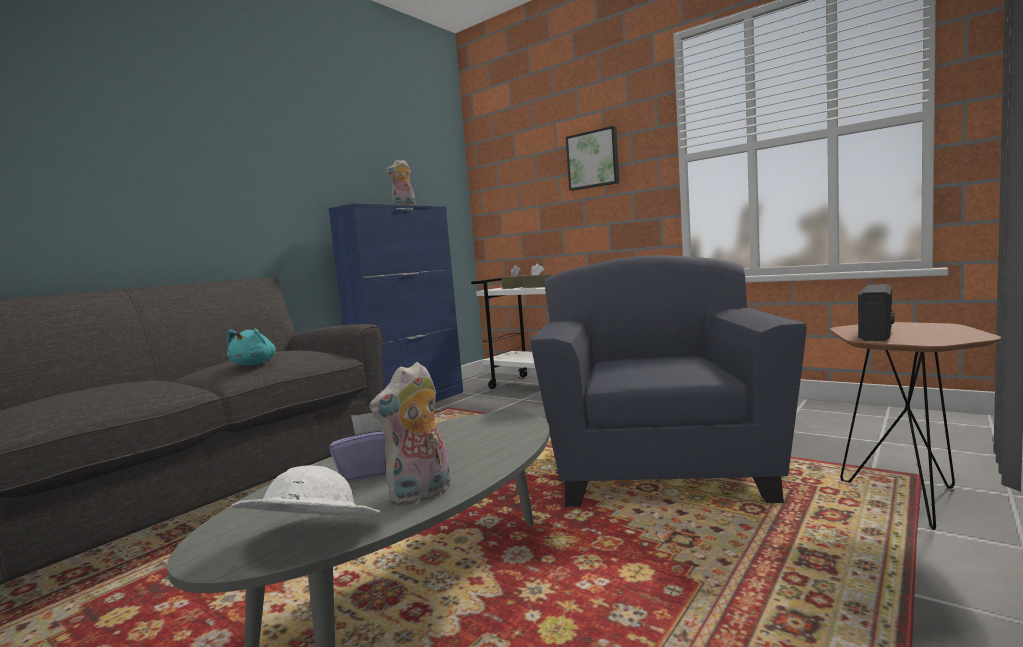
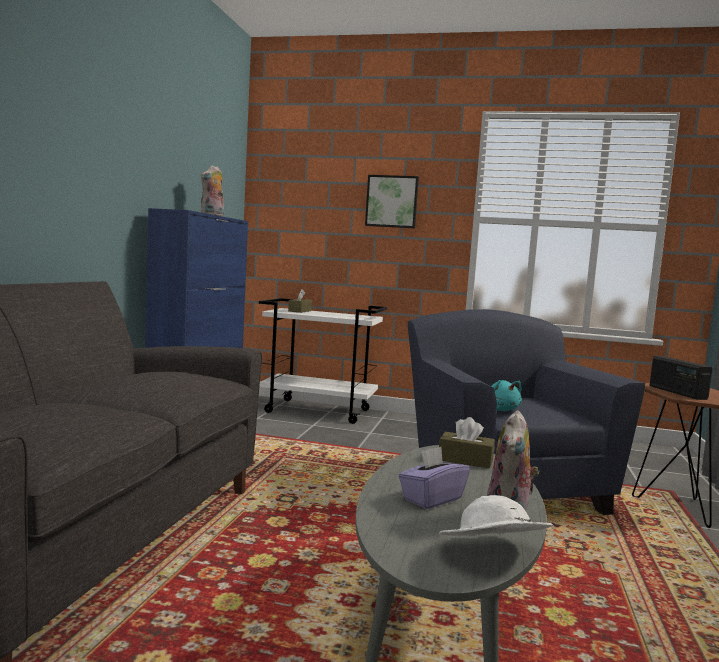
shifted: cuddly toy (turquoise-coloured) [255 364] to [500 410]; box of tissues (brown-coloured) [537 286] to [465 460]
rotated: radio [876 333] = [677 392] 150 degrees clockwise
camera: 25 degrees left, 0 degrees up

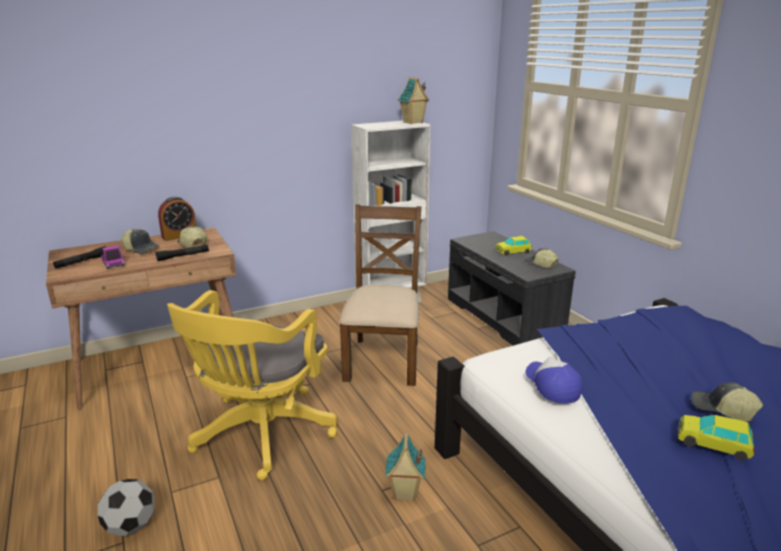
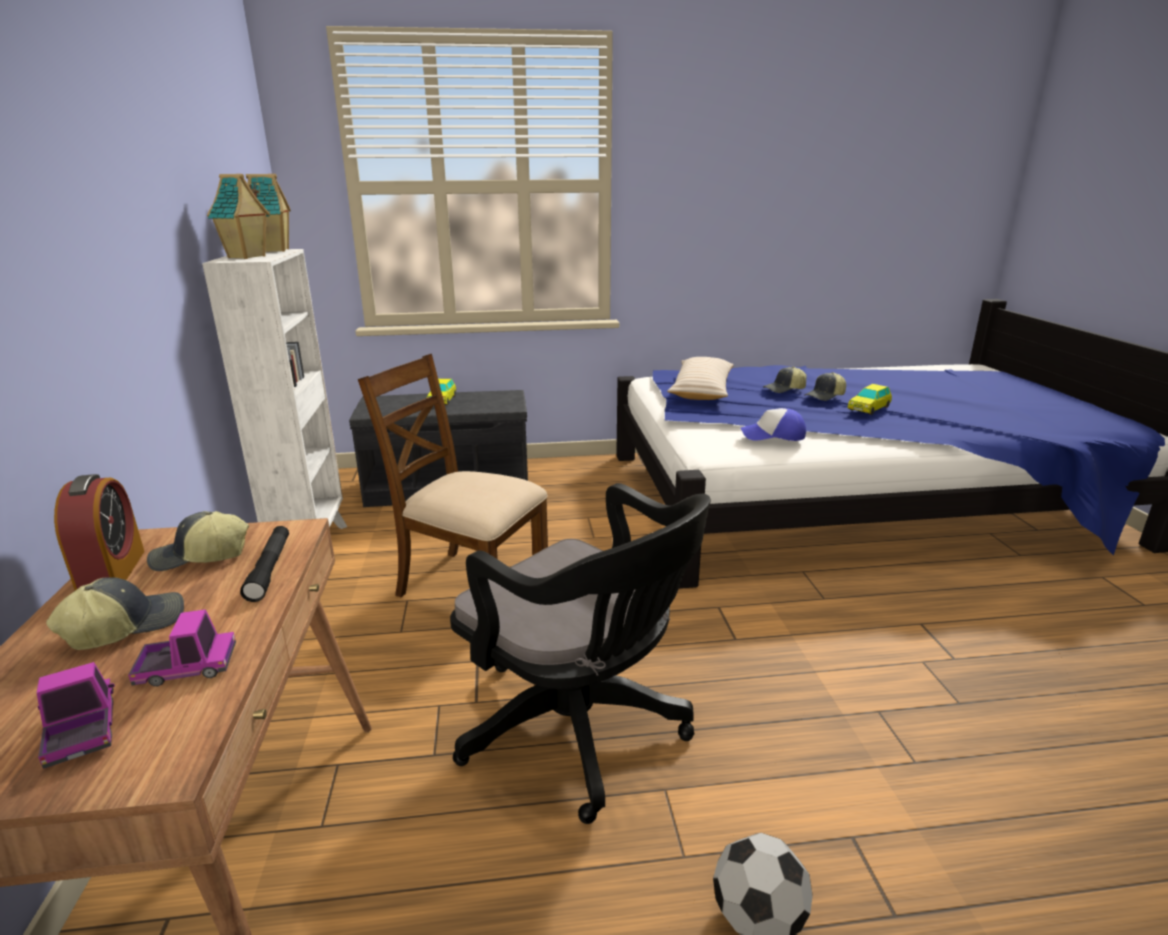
new: cushion (beige-coloured) [701 390]
shifted: model house [404 493] to [247 257]; peaked cap [540 264] to [784 390]
swapped: flashlight (blackish) [82 262] to model truck [83 732]
repainted: desk chair (yellow-coloured) [260 435] to desk chair (blackish) [581 731]
camera: 70 degrees left, 0 degrees up

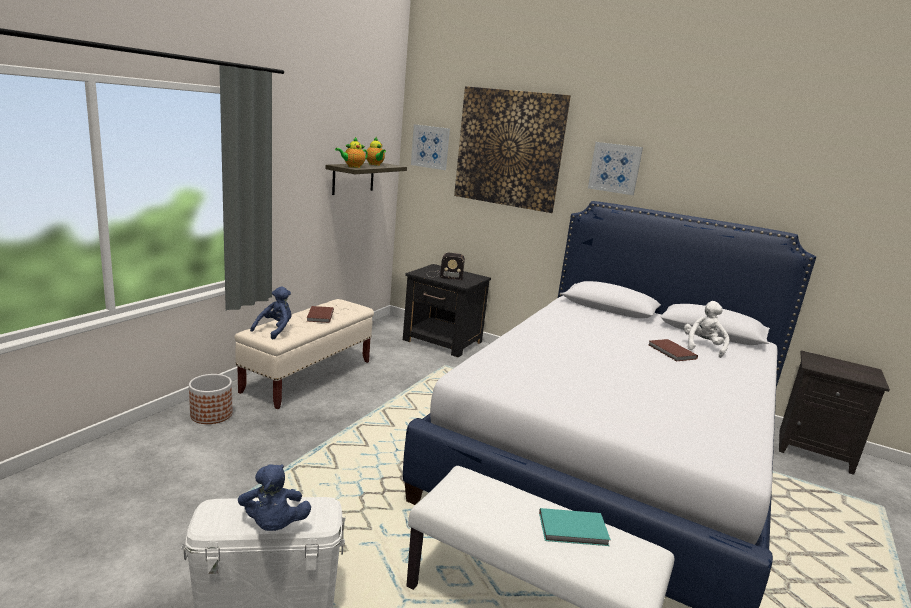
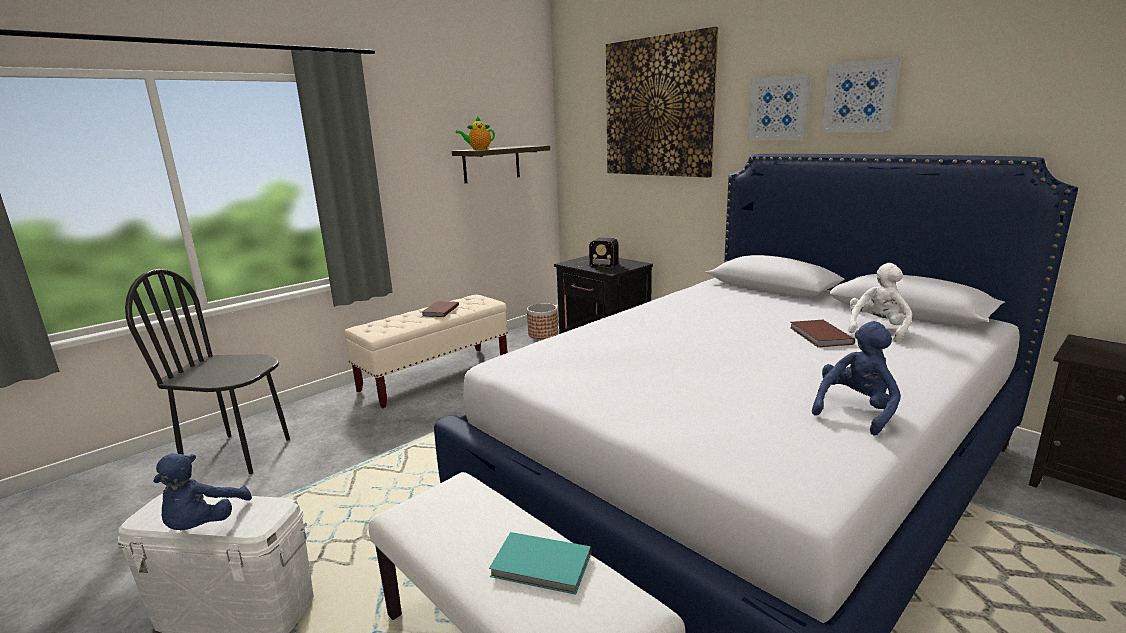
gone: pot for tea [375 164]
new: plain chair (blackish) [238 454]
shifted: flower pot [211 414] to [543 334]; cuddly toy (bluish) [275 330] to [856 411]; wall art [430 147] to [859 97]
camera: 20 degrees right, 0 degrees up

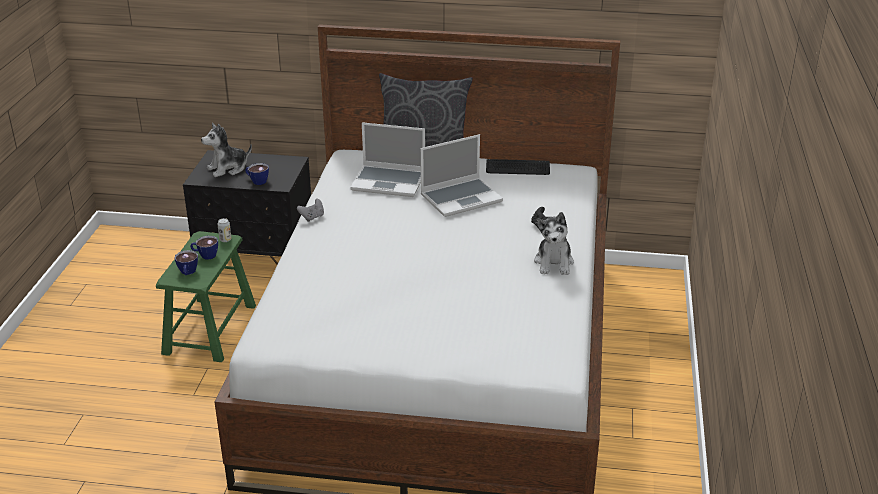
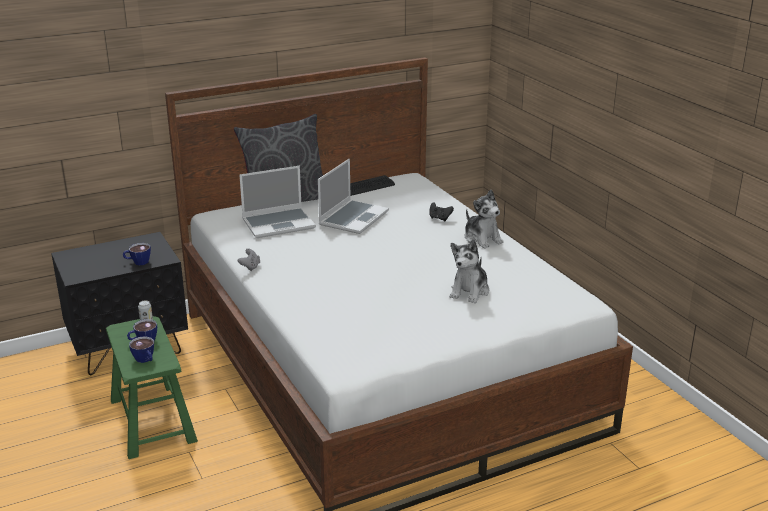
shifted: cuddly toy [228 168] to [469 291]
camera: 35 degrees left, 5 degrees down

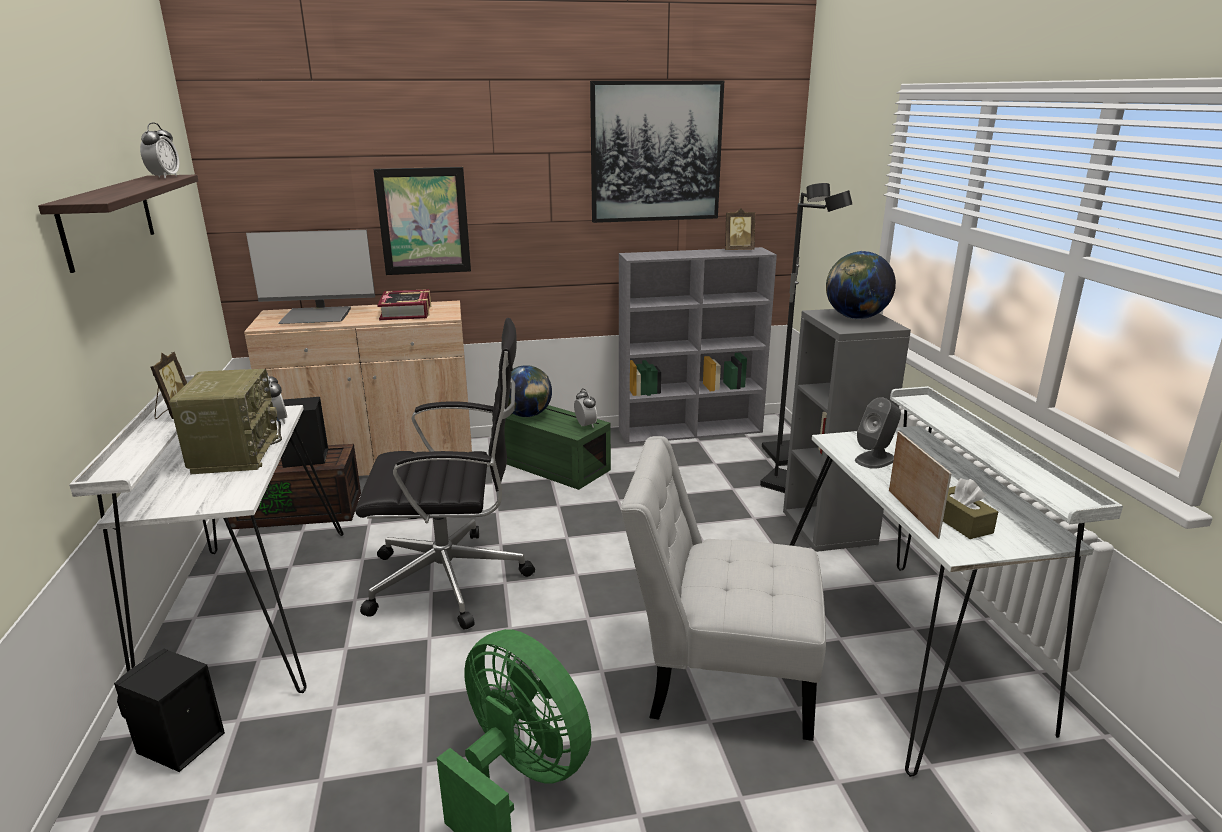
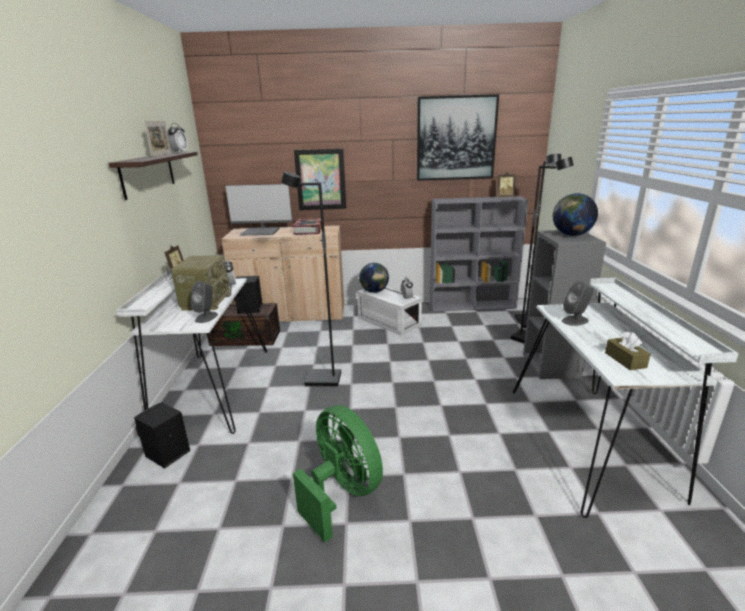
gone: plain chair (whitish) [720 674]
new: audio speaker (gray) [206 317]
shifted: photo frame [912 513] to [161 155]
swapped: desk chair (blackish) [453 579] to standing lamp (blackish) [322 380]
repainted: storage box (green-coloured) [552 466] to storage box (whitish) [387 321]
camera: 10 degrees right, 0 degrees up

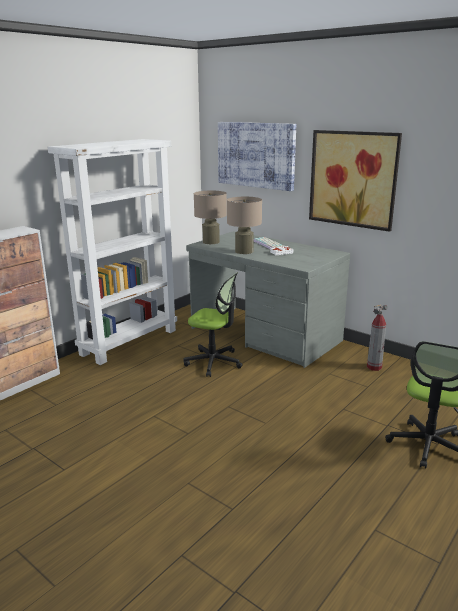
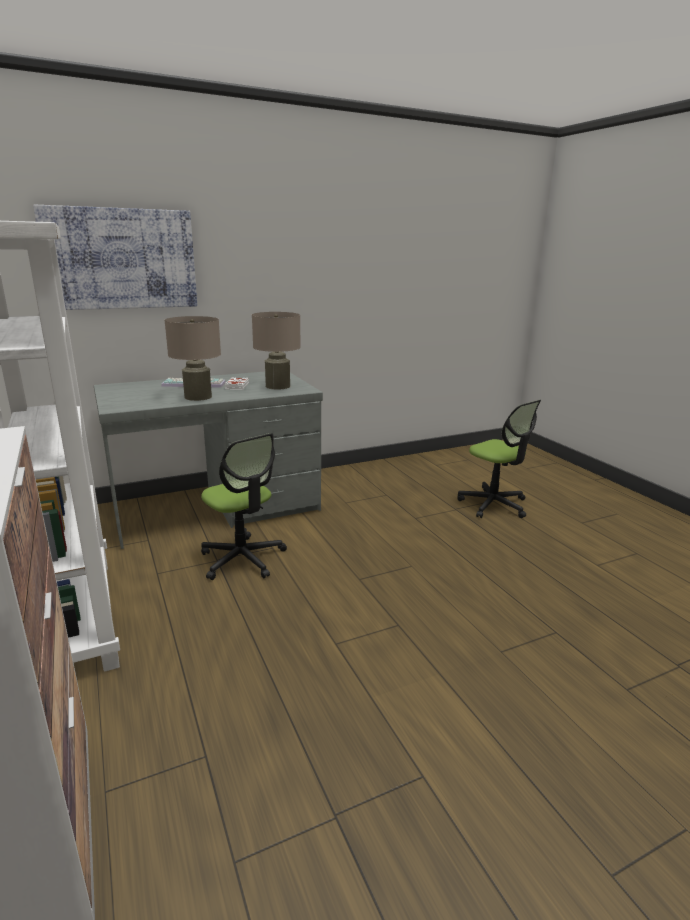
gone: wall art [353 179]; fire-fighting cylinder [374 367]
shifted: tabletop lamp (beige-coloured) [211 242] to [277 386]
rotated: desk chair [214 362] = [242 559] 90 degrees clockwise
camera: 65 degrees left, 0 degrees up

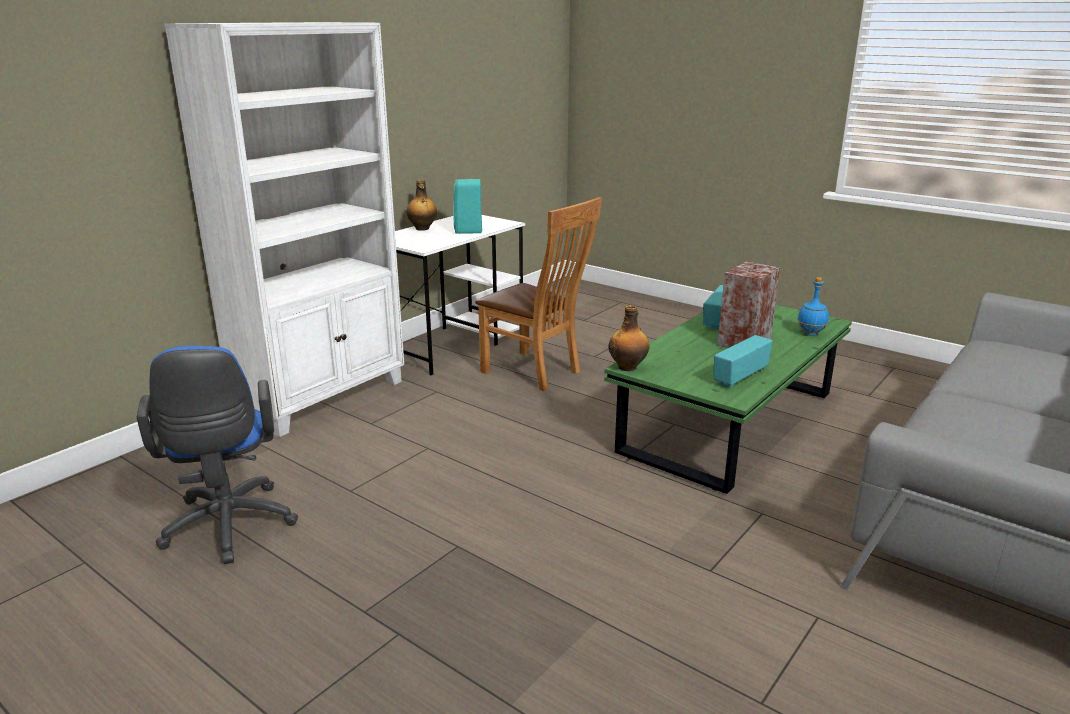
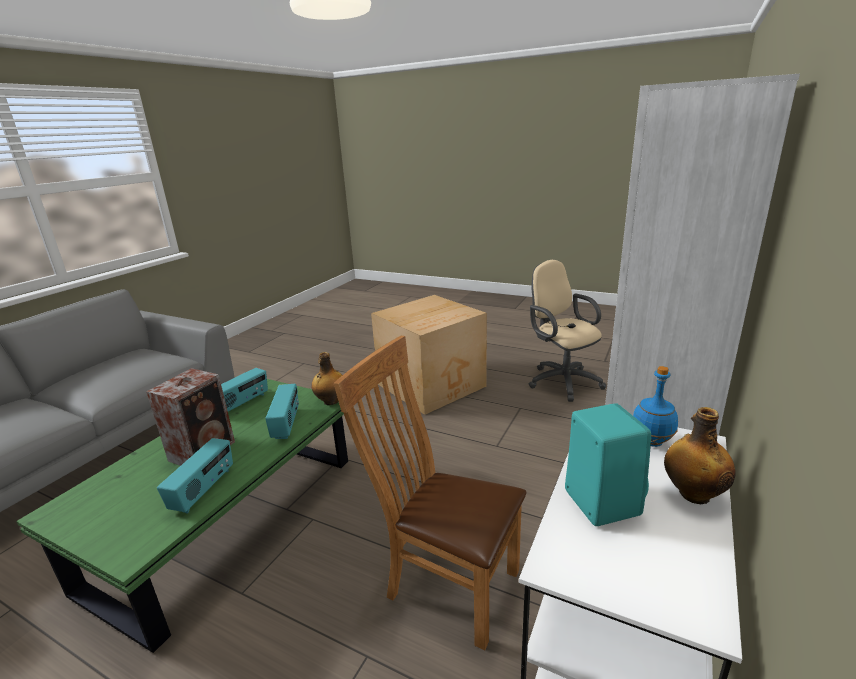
new: radio [287 424]; cardboard box [433 385]
shifted: drink bottle (bluish) [811 333] to [650 441]
repainted: desk chair (bluish) [229 528] to desk chair (beige-coloured) [561 381]
camera: 170 degrees right, 0 degrees up

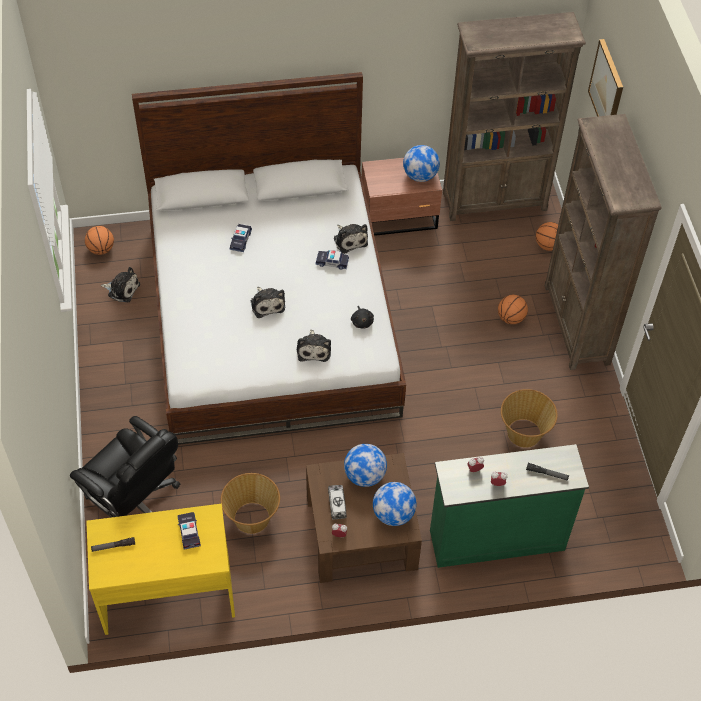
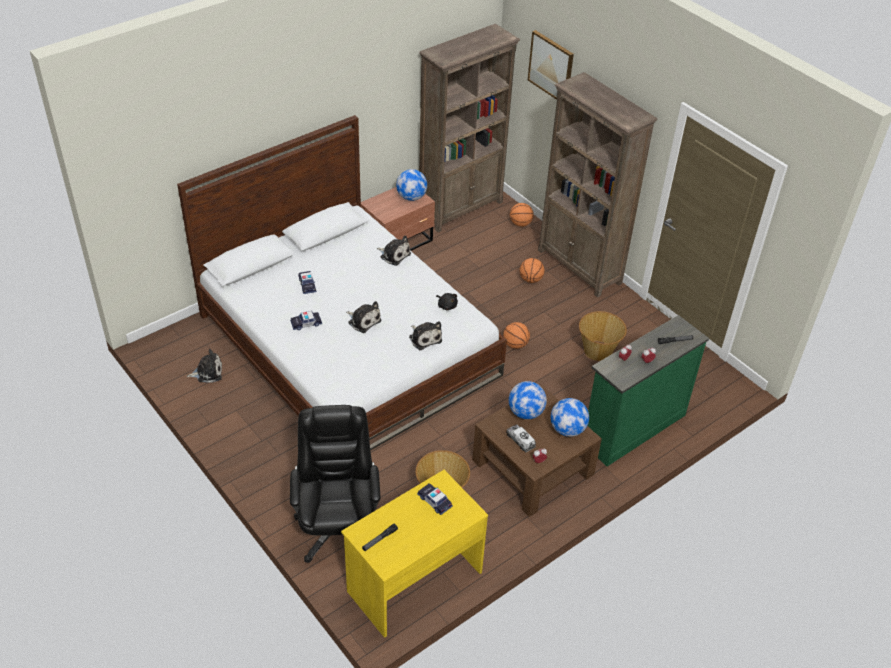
shifted: basketball ball [101 249] to [515 344]; toy car [332 262] to [306 323]
rotated: desk chair (blackish) [135 506] = [338 528] 105 degrees counterclockwise
camera: 30 degrees left, 10 degrees down

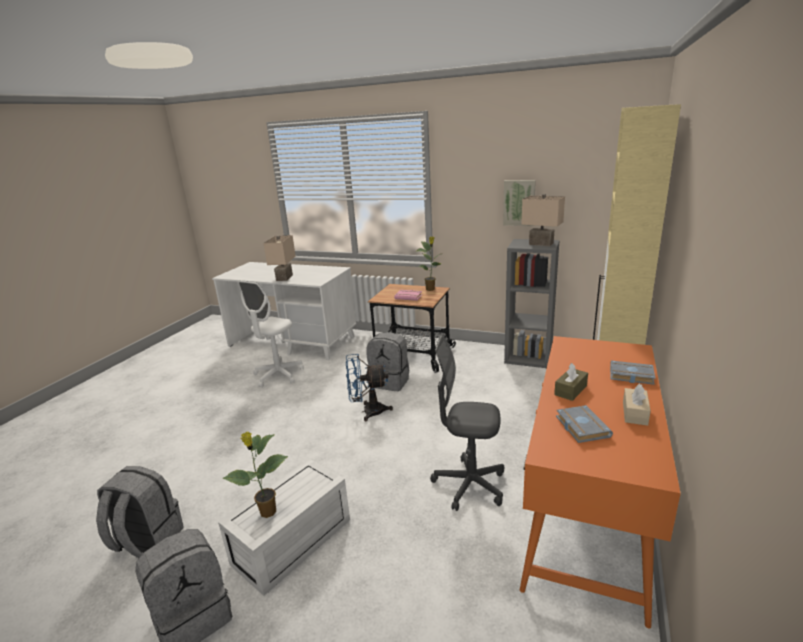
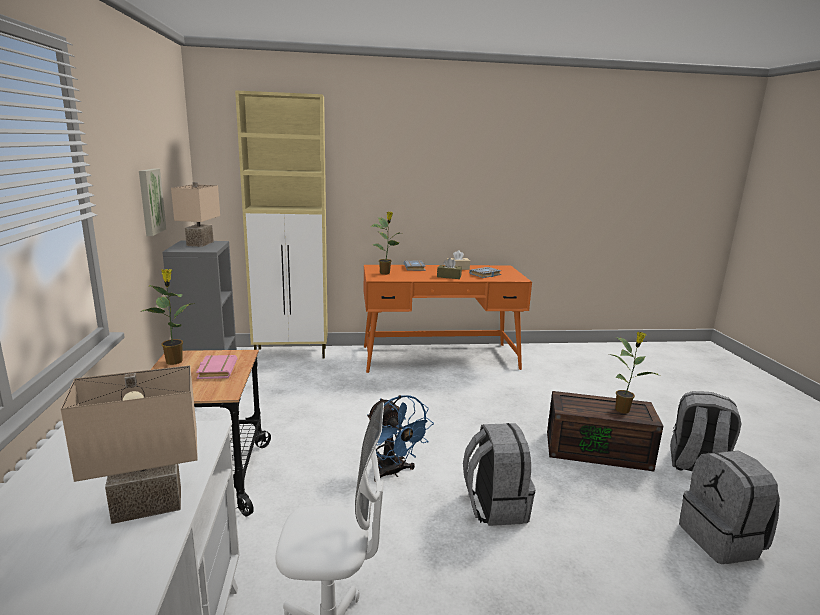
gone: desk chair (gray) [469 485]
new: plant in a pot [385 273]
shifted: knapsack (gray) [390 381] to [494 506]
repainted: storage box (whitish) [292 543] to storage box (brown-coloured) [598 450]
camera: 120 degrees left, 5 degrees down

